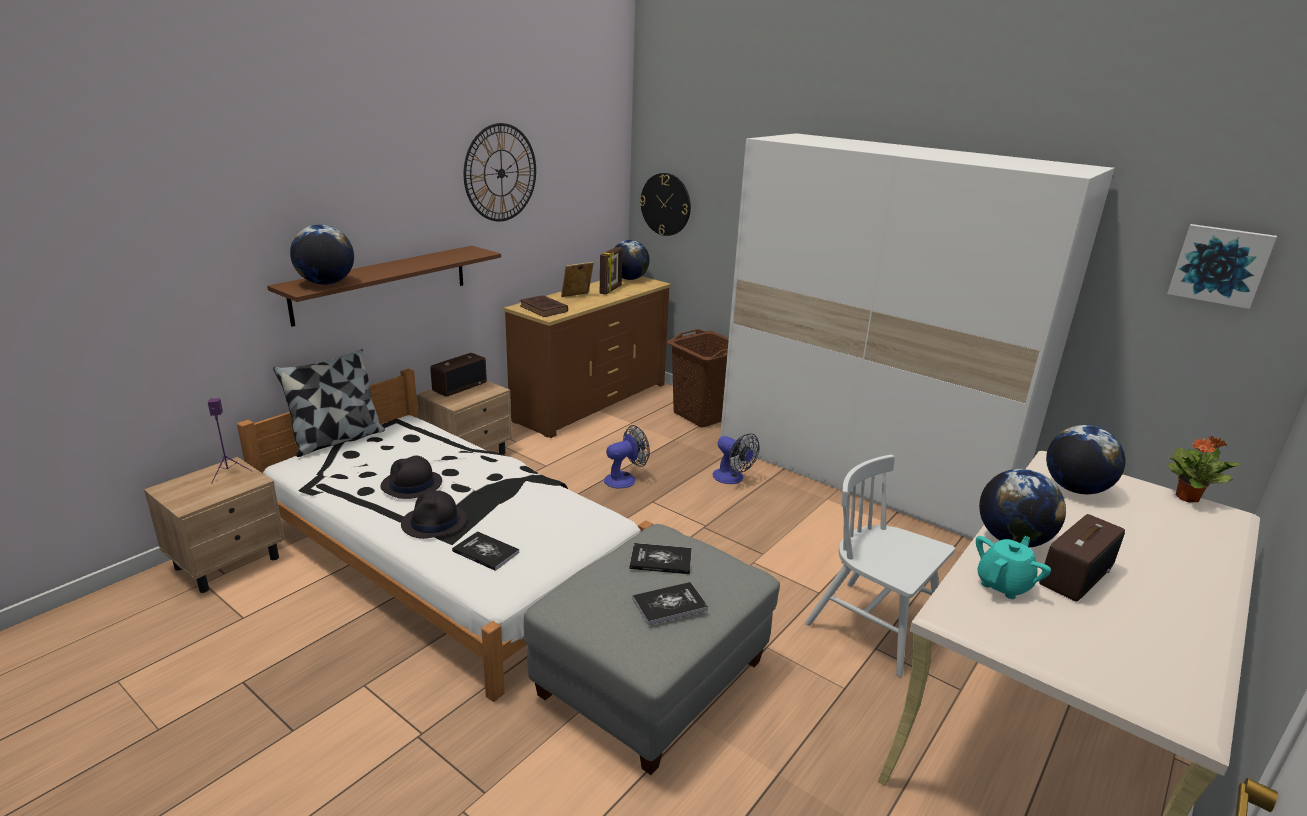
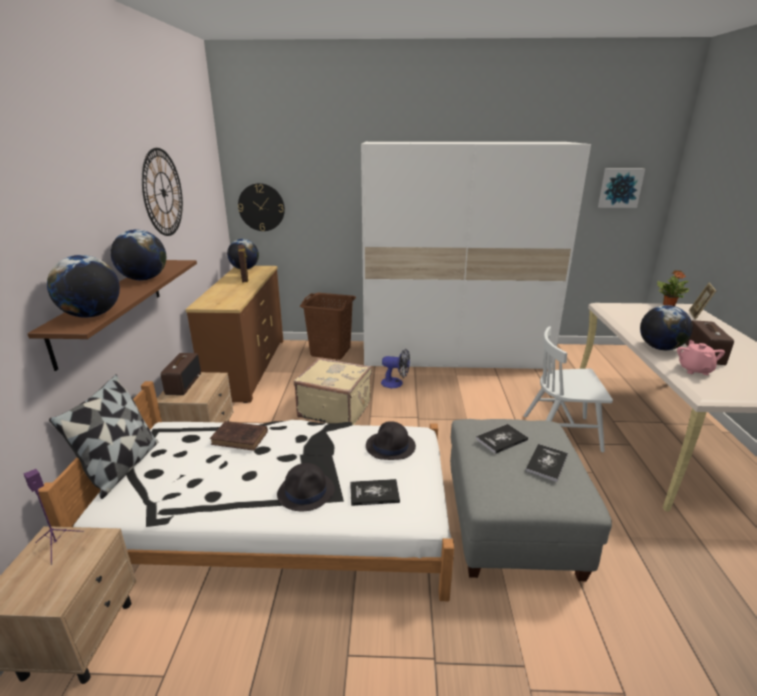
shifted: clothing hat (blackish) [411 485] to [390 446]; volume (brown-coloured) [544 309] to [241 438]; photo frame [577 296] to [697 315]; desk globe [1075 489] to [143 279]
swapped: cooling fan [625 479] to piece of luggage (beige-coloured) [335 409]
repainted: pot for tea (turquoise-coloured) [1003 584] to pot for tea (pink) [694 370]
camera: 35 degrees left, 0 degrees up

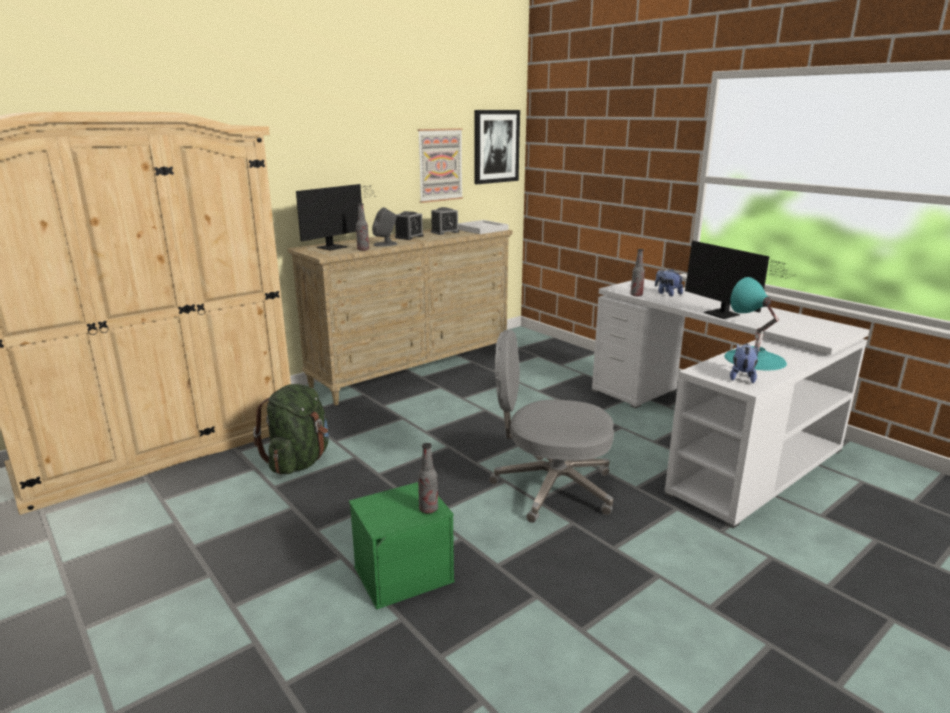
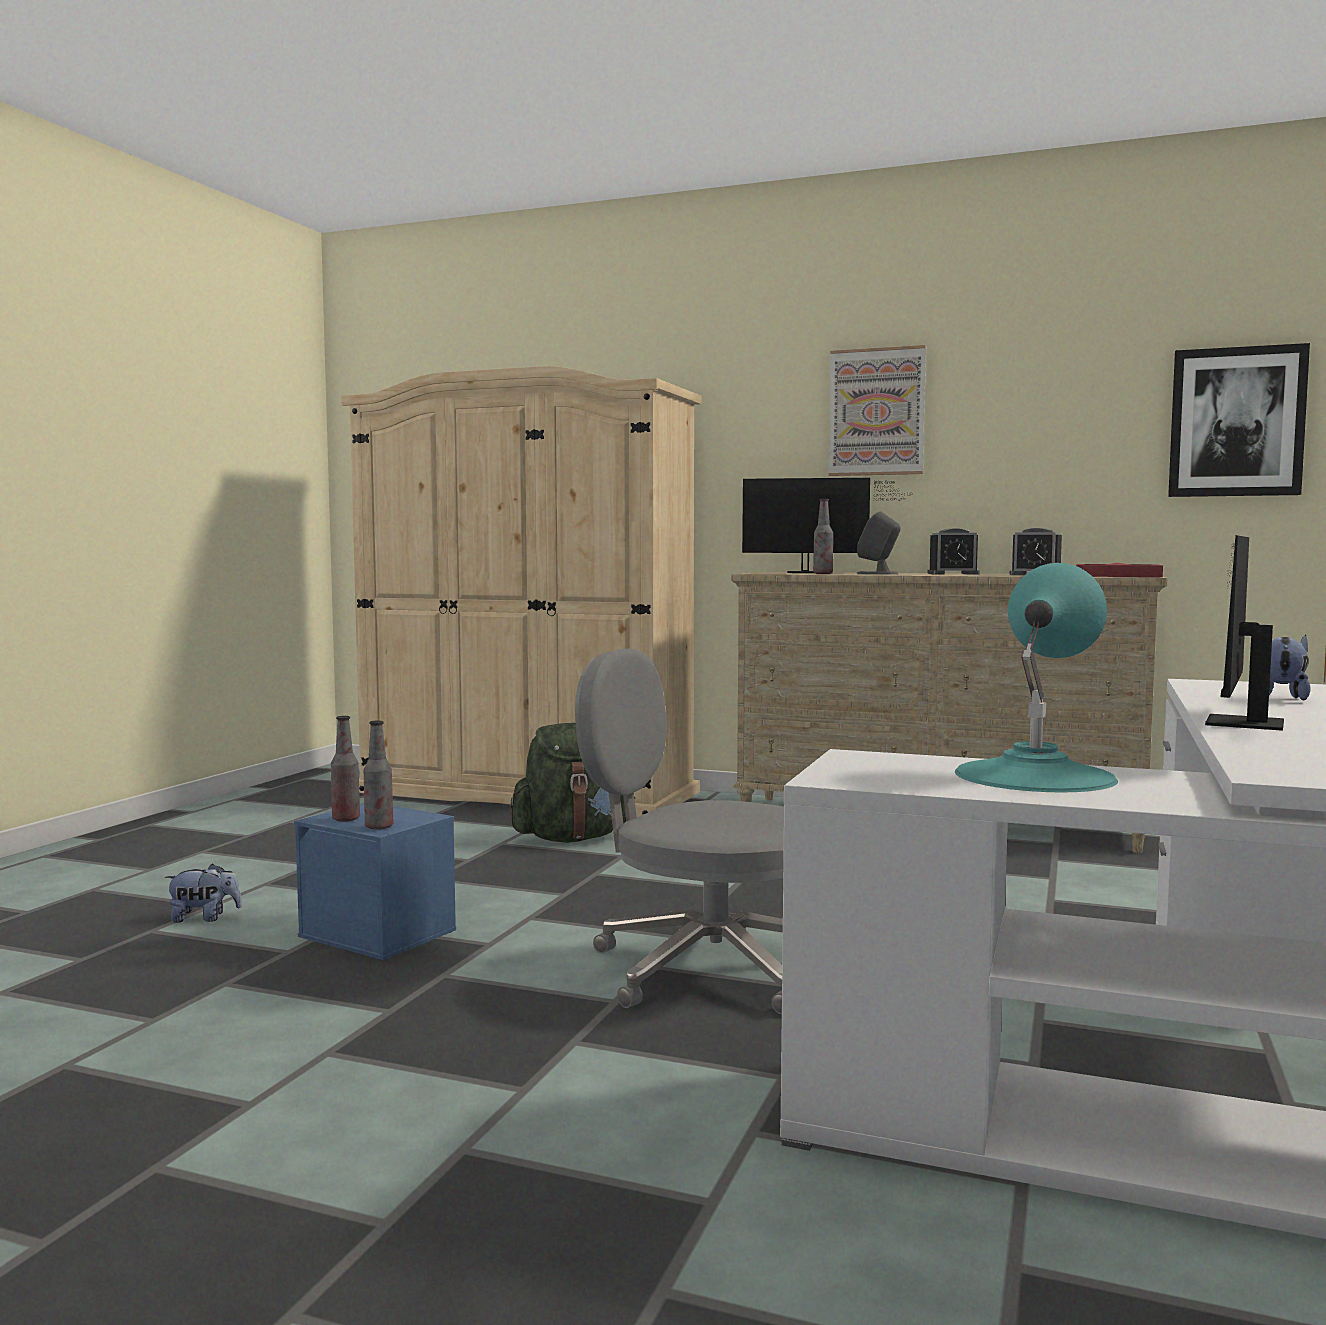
shifted: wall art [440 165] to [877 412]; drink bottle [636 295] to [346 819]; cuddly toy [742 377] to [204 918]
repainted: storage box (green-coloured) [404 573] to storage box (bluish) [380 933]; tray (whitish) [481 229] to tray (reddish) [1116 576]
rotated: desk chair (gray) [551 488] = [704 968] 45 degrees counterclockwise
camera: 60 degrees right, 15 degrees down

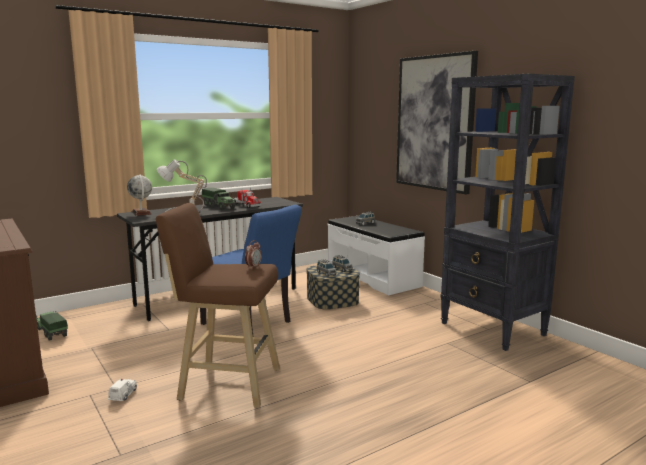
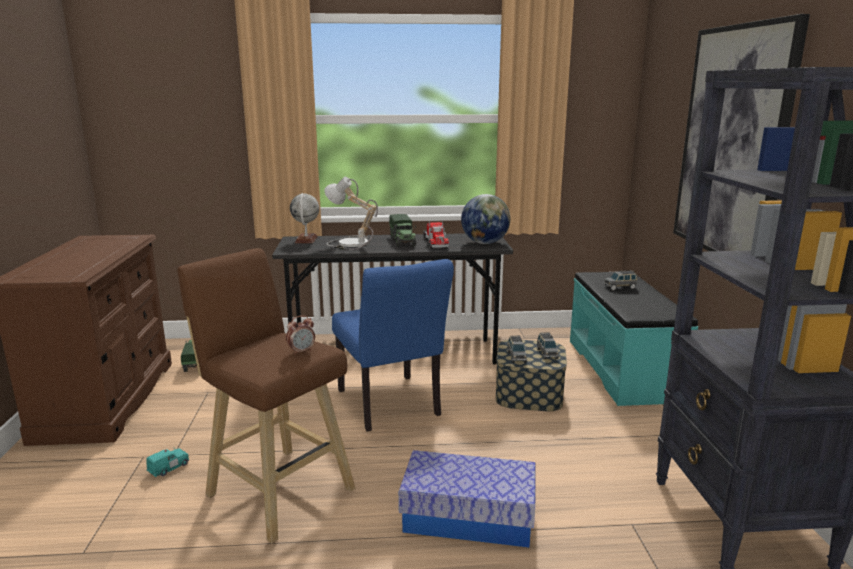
new: storage box [468 517]; desk globe [485 243]
repainted: toy car (whitish) [123 395] to toy car (turquoise-coloured) [169 468]; indoor bench (whitish) [373 277] to indoor bench (turquoise-coloured) [623 369]
camera: 30 degrees right, 5 degrees up

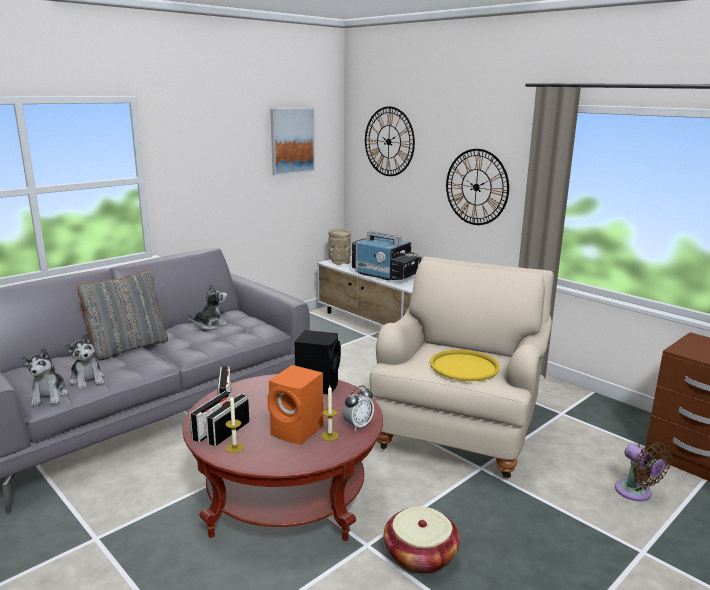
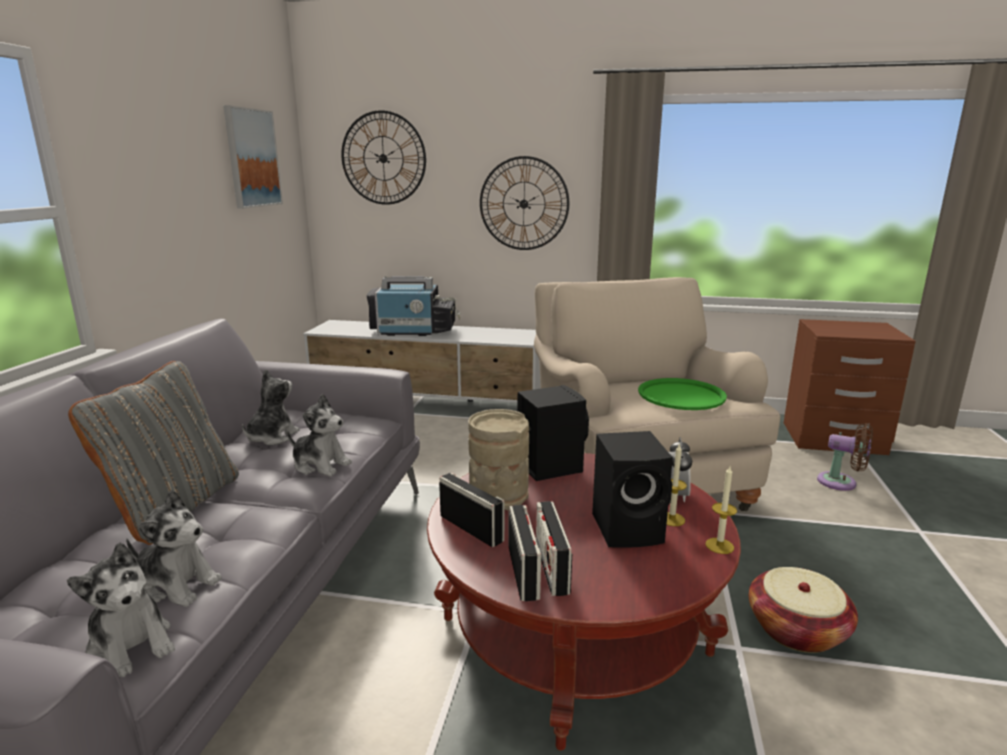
new: cuddly toy [320 465]
shifted: wax light [234 448] to [719 546]; decorative vase (beige-coloured) [339 261] to [498 497]
repainted: audio speaker (orange) [298 431] to audio speaker (blackish) [630 529]; tray (yellow-coloured) [464 366] to tray (green-coloured) [681 395]
camera: 35 degrees left, 0 degrees up

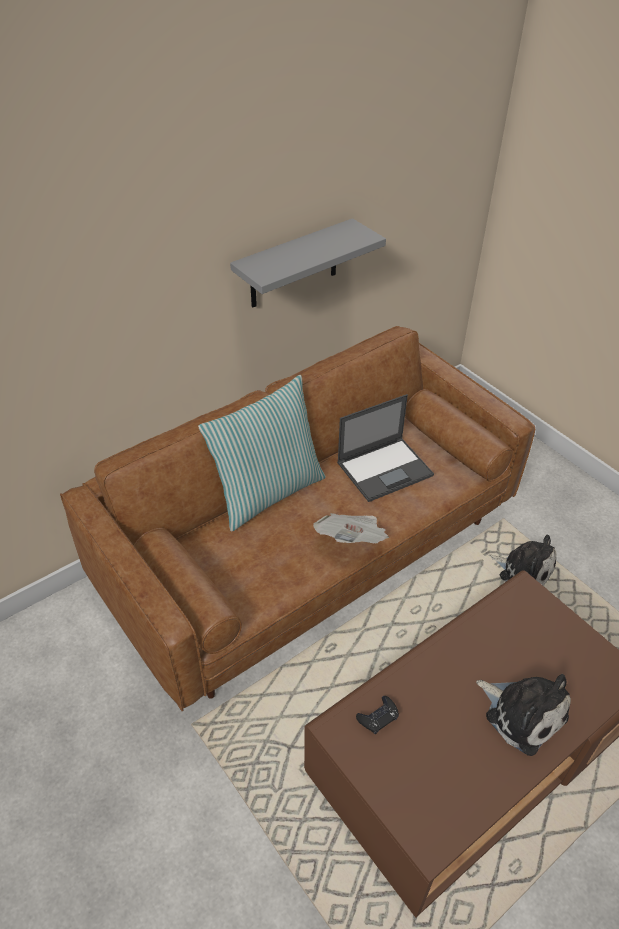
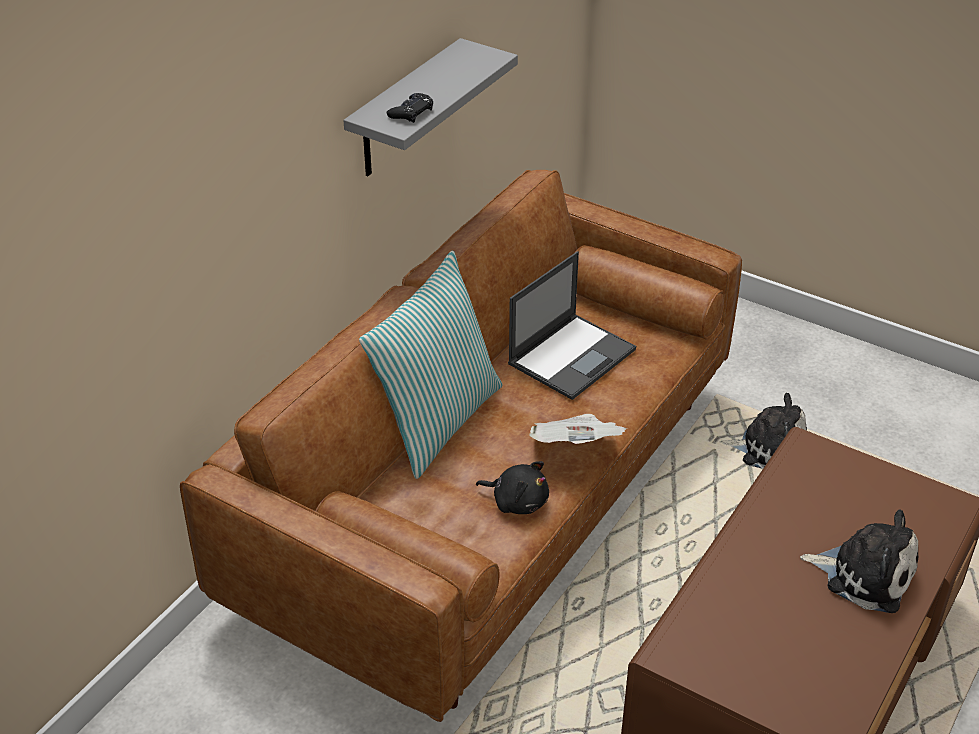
new: cuddly toy (blackish) [517 501]
shifted: joypad (blackish) [378 717] to [411 112]
camera: 20 degrees left, 5 degrees down

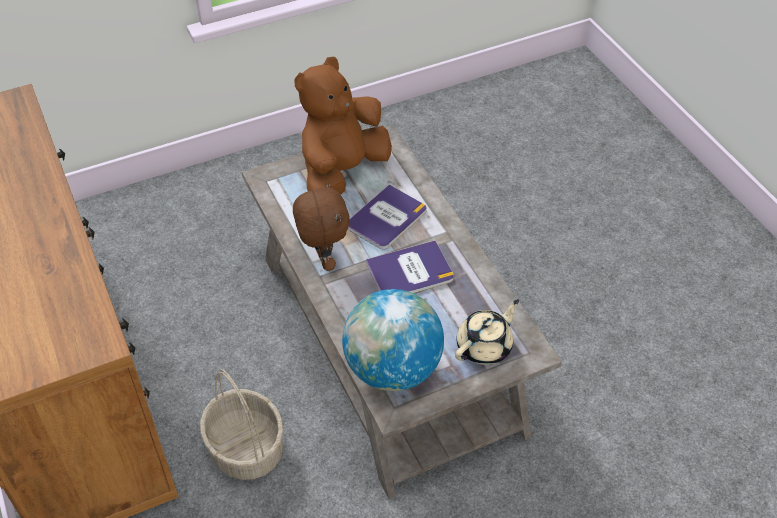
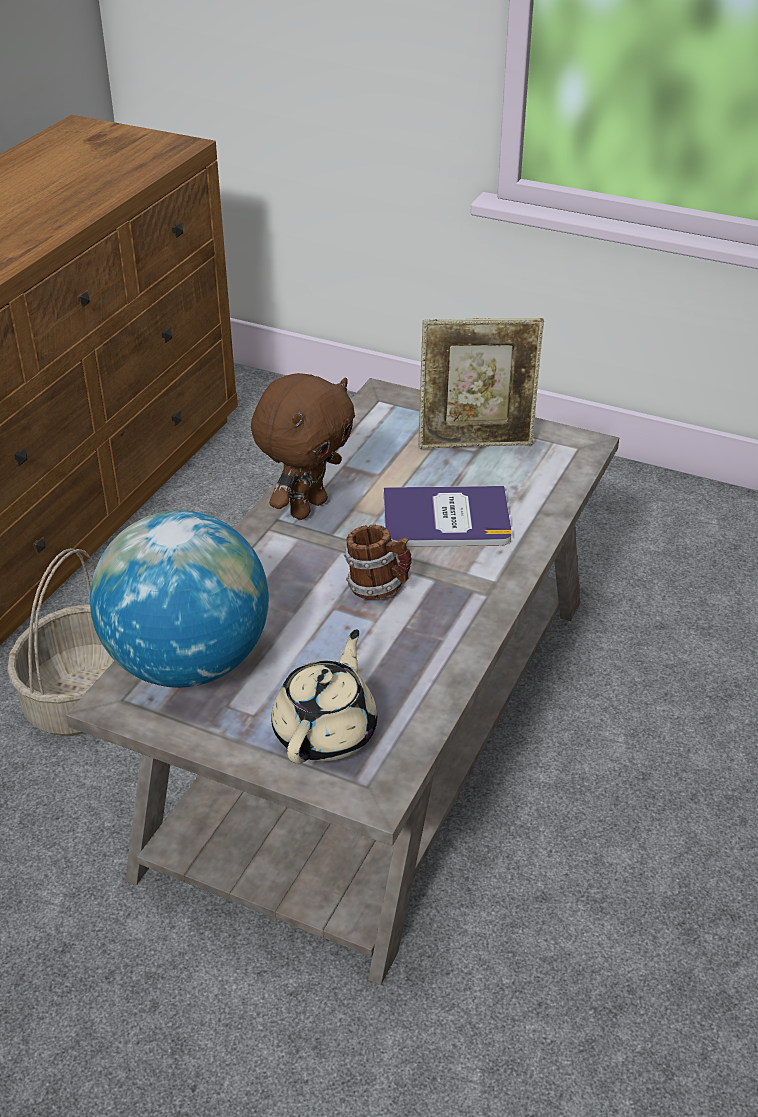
swapped: cuddly toy (brown-coloured) [342 171] to photo frame [476 443]; volume [410 271] to mug [378 587]
rotated: pot for tea (beige-coloured) [485 346] = [326 731] 75 degrees counterclockwise
camera: 50 degrees right, 10 degrees down

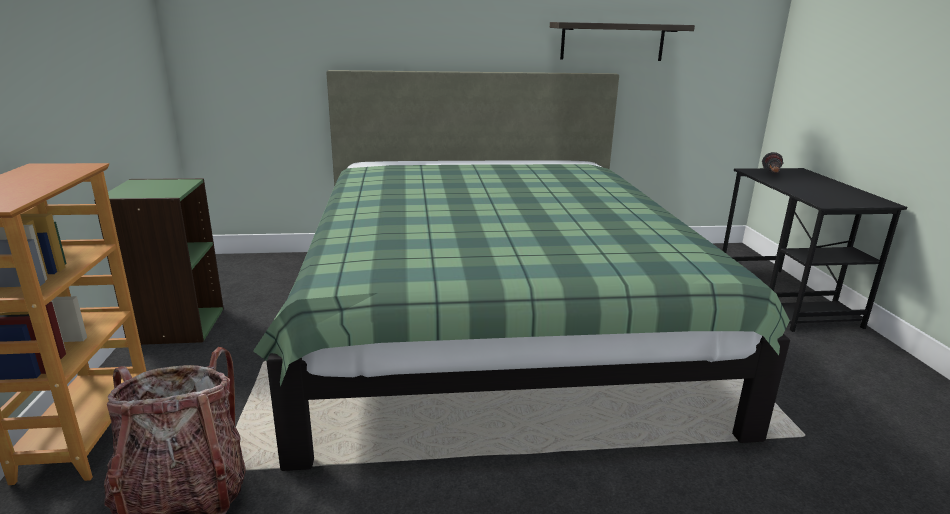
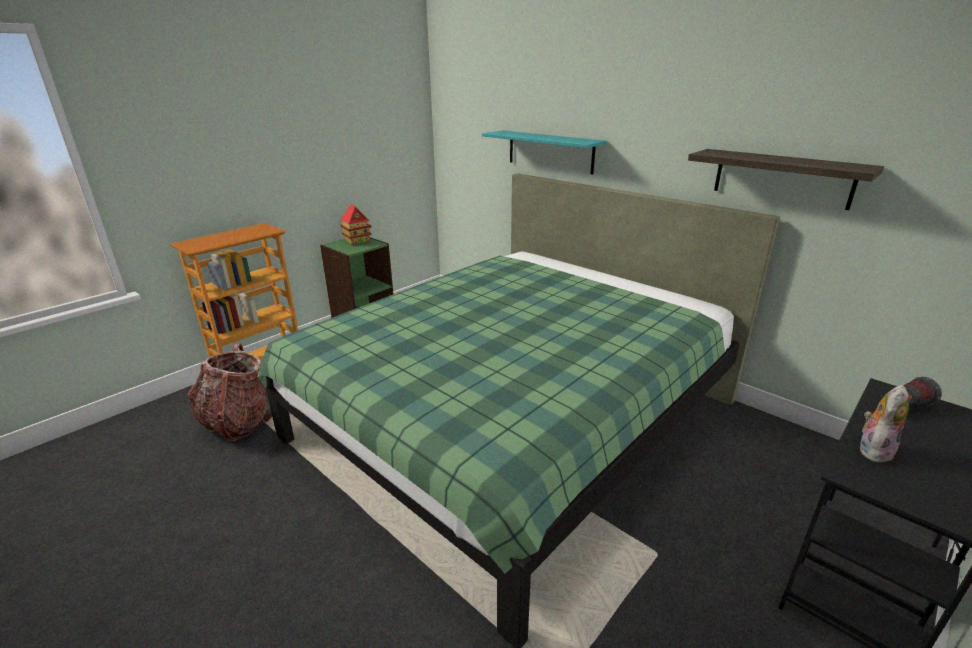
new: model house [357 241]; shelf (turquoise-coloured) [550 151]; cuddly toy [873 449]
camera: 50 degrees right, 5 degrees up

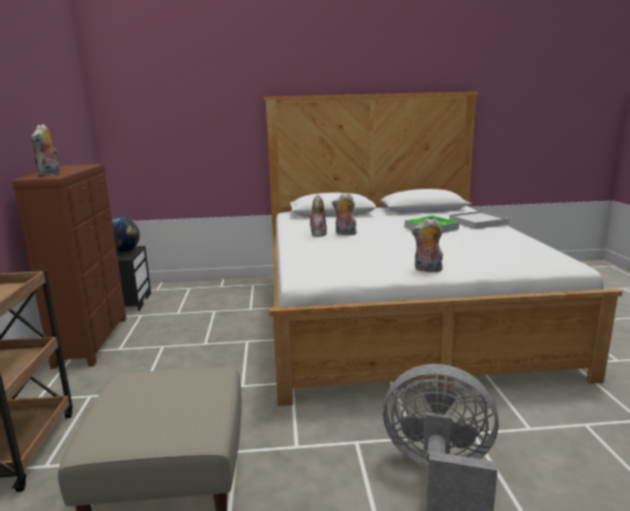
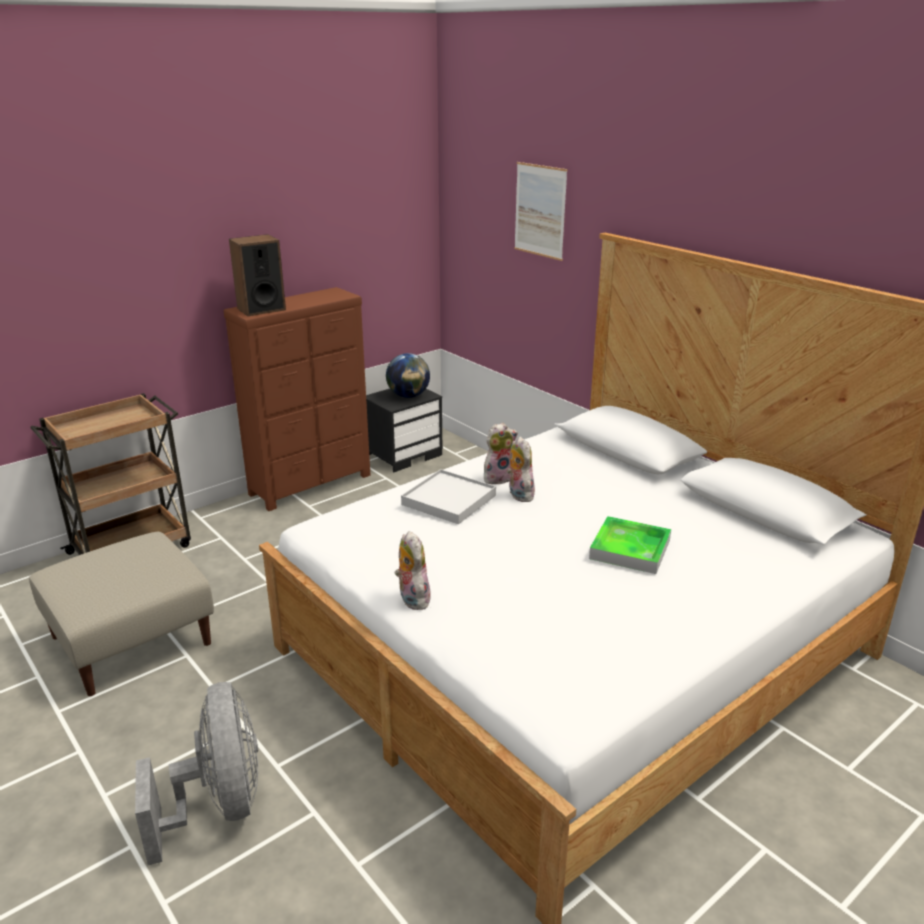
new: wall art [540 211]
shifted: tray (whitish) [478 222] to [449 500]
swapped: cuddly toy [50 175] to audio speaker [261 309]
camera: 55 degrees right, 10 degrees up

